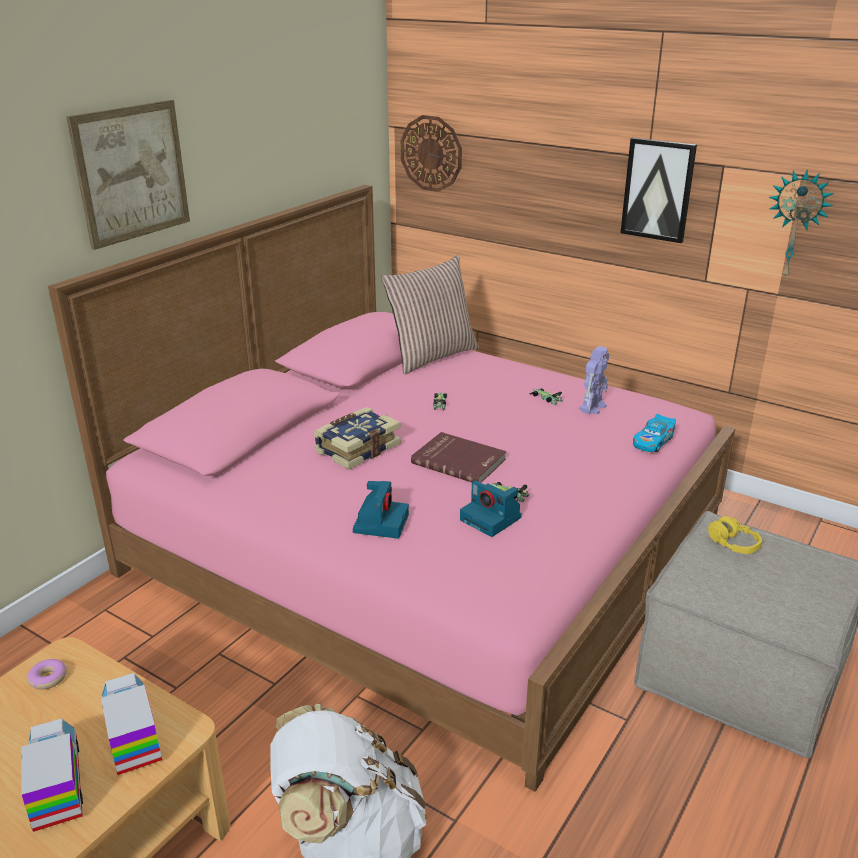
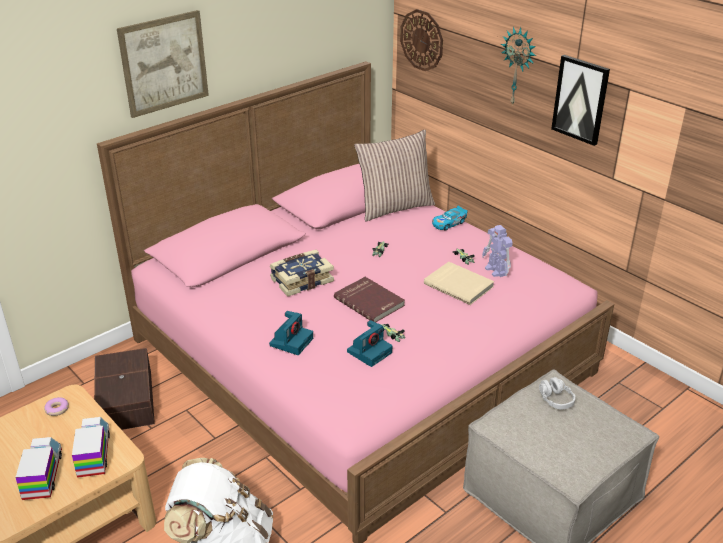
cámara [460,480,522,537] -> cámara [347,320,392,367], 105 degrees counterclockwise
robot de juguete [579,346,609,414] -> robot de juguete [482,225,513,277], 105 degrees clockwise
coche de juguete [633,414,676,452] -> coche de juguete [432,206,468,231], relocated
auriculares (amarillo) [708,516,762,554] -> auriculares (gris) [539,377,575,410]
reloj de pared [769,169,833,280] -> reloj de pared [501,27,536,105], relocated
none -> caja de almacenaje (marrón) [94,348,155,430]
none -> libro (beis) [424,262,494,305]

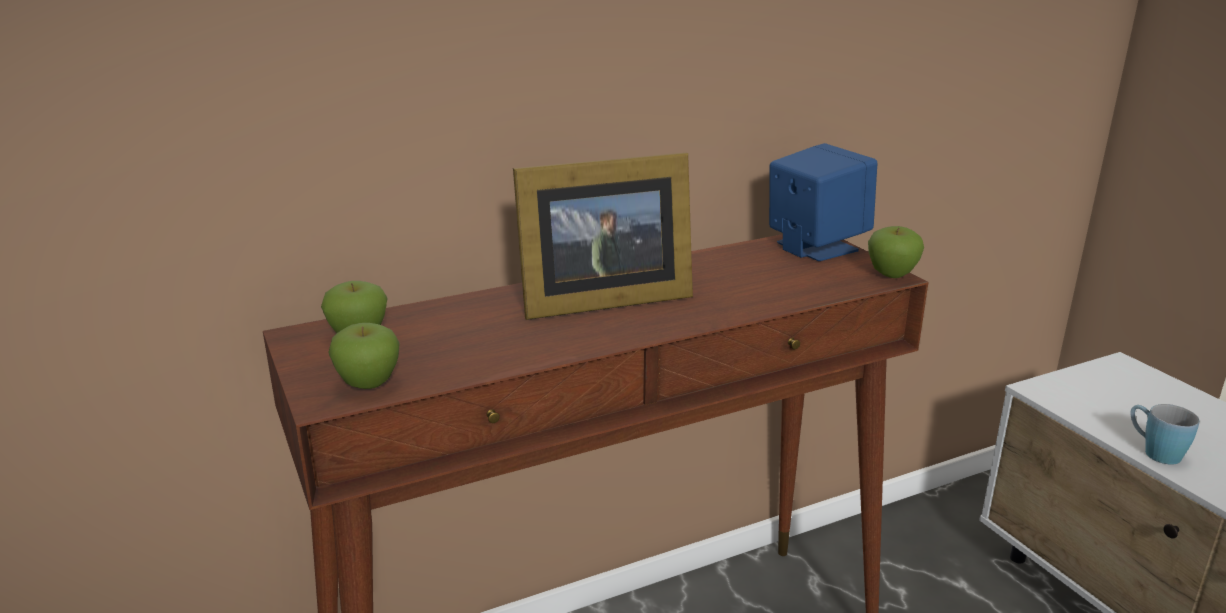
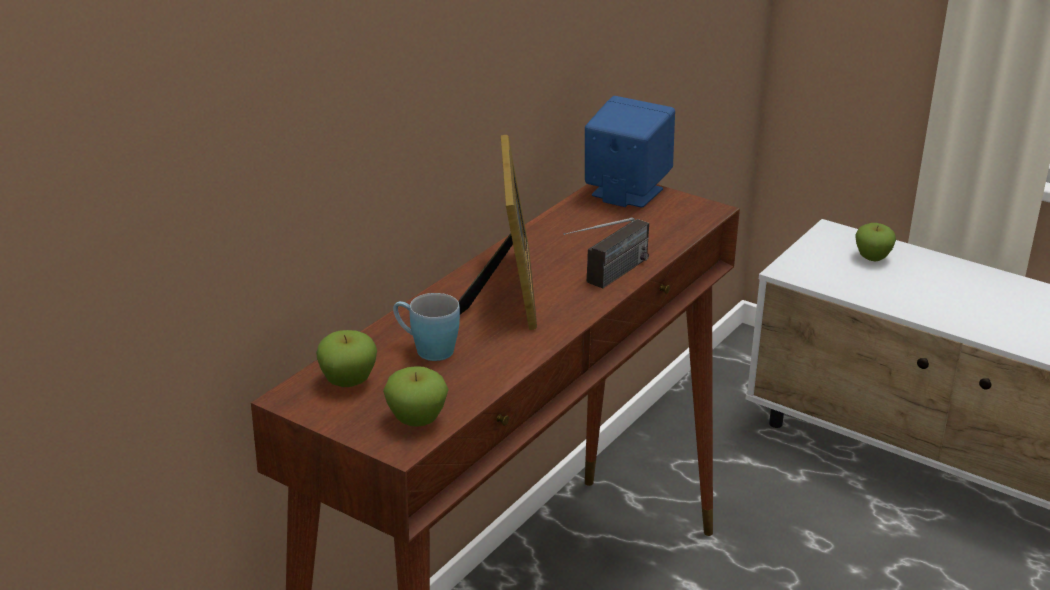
portarretratos [513,153,693,320] -> portarretratos [459,135,537,330], 45 degrees counterclockwise
manzana [868,226,924,278] -> manzana [855,223,896,262], relocated
taza grande (azul) [1130,404,1199,465] -> taza grande (azul) [393,293,460,361], relocated
none -> radio [564,218,649,288]

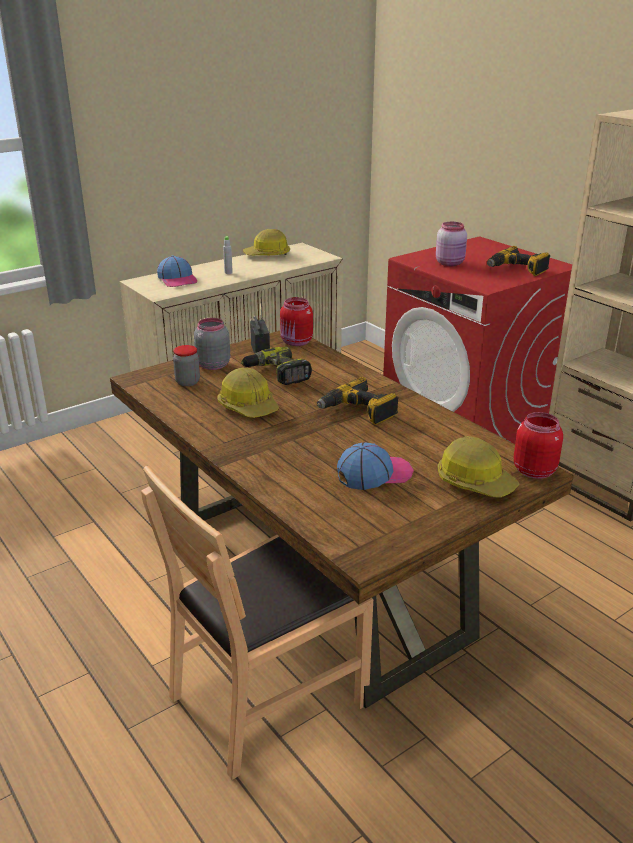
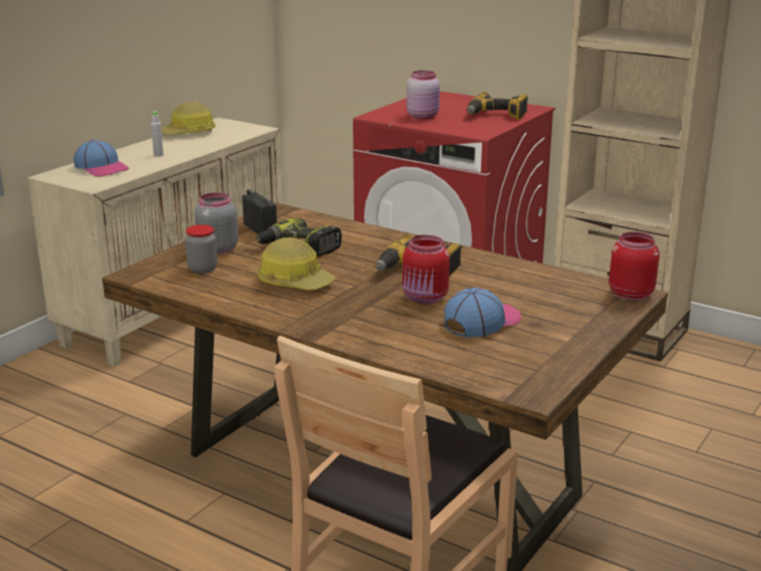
tarro (rojo) [280,297,313,346] -> tarro (rojo) [402,235,450,304], relocated
casco [437,436,519,498] -> none

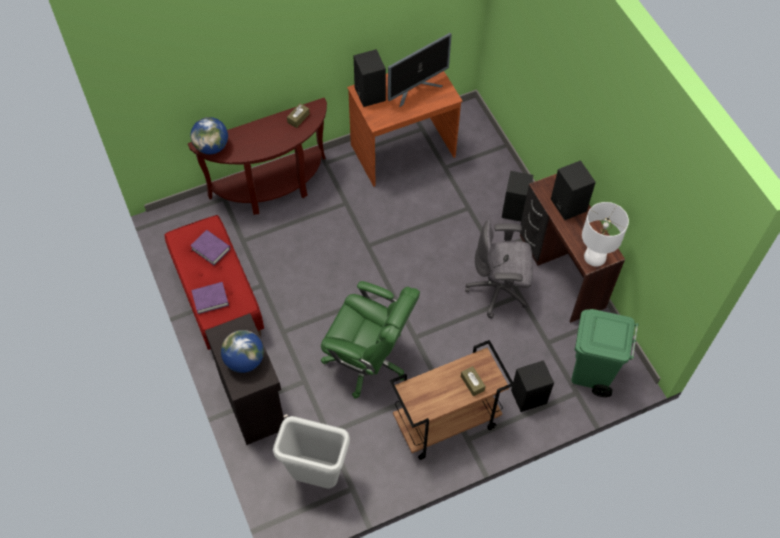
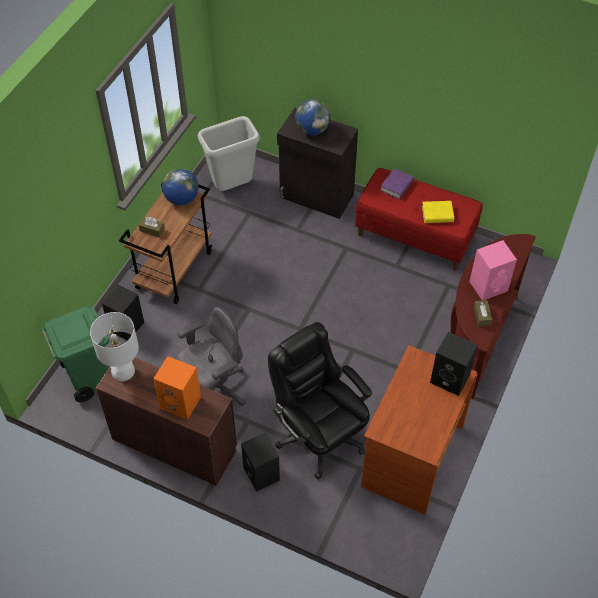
libro (morado) [190,230,230,265] -> libro (amarillo) [422,201,454,223]
globo terráqueo [191,117,228,154] -> globo terráqueo [162,169,199,205], relocated
silla de oficina (verde) [321,281,420,399] -> none
monitor [388,33,452,107] -> none
altavoz (negro) [551,160,596,220] -> altavoz (naranja) [153,356,201,419]
none -> silla de oficina (negro) [268,322,372,479]
none -> altavoz (rosa) [469,240,517,301]

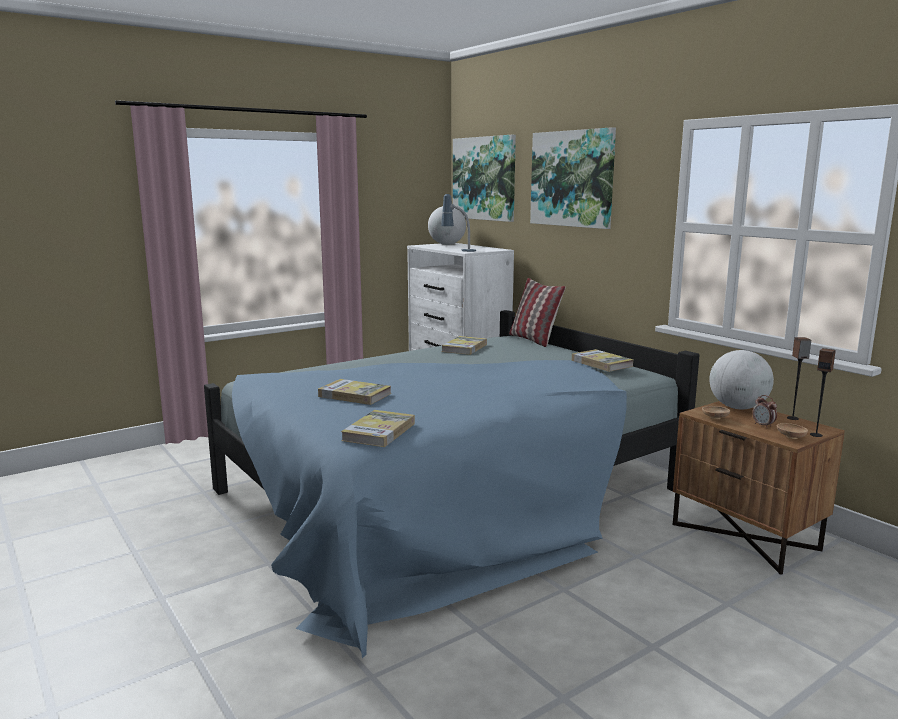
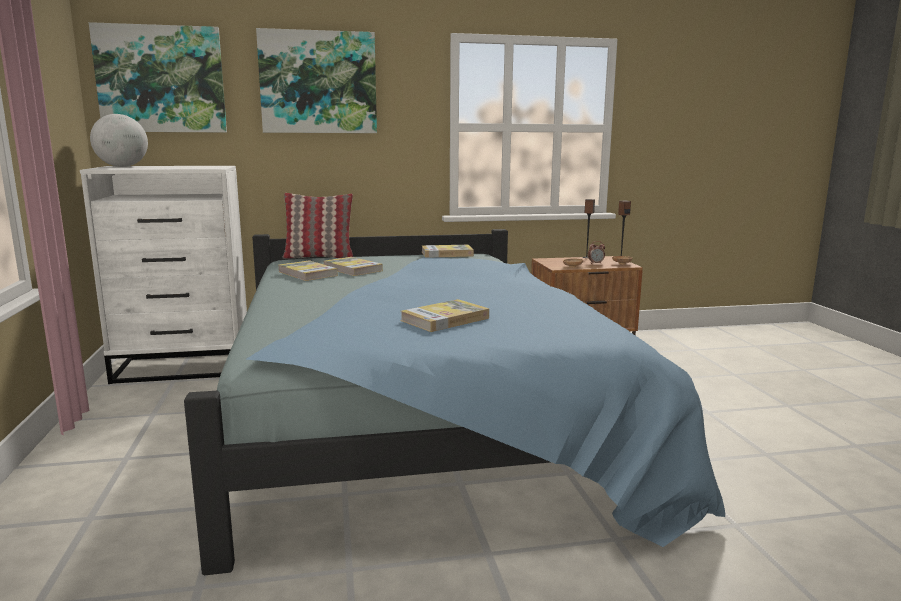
libro [341,410,415,447] -> libro [324,257,383,276], relocated
lámpara de mesa [441,194,476,252] -> none
globo terráqueo [709,350,774,409] -> none

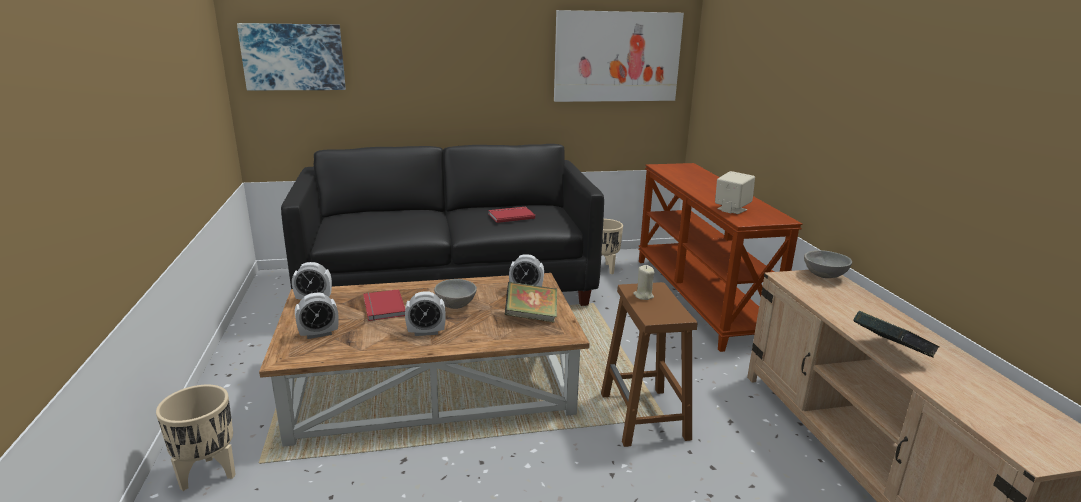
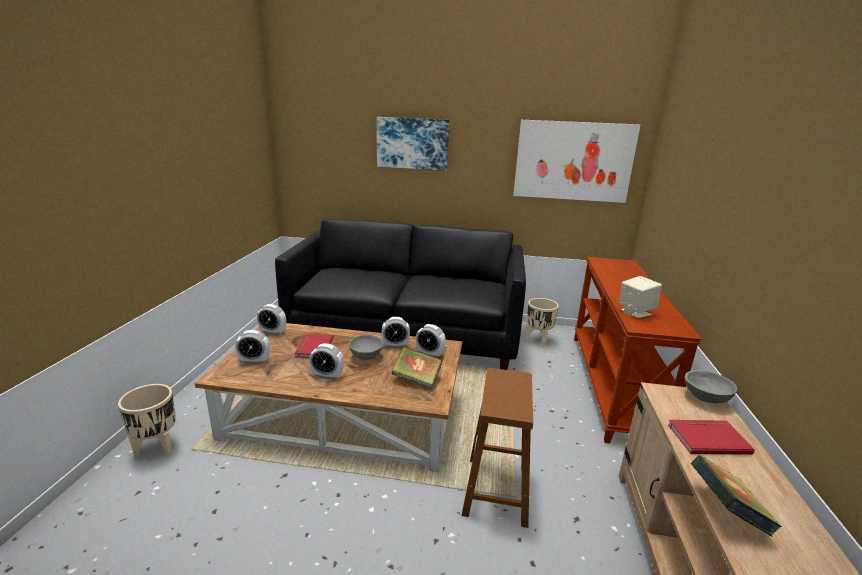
cuadro [237,23,346,90] -> cuadro [377,117,449,171], relocated
libro (rojo) [488,207,535,223] -> libro (rojo) [668,420,754,455], relocated
vela (beis) [633,265,655,300] -> none
none -> despertador [381,317,410,348]

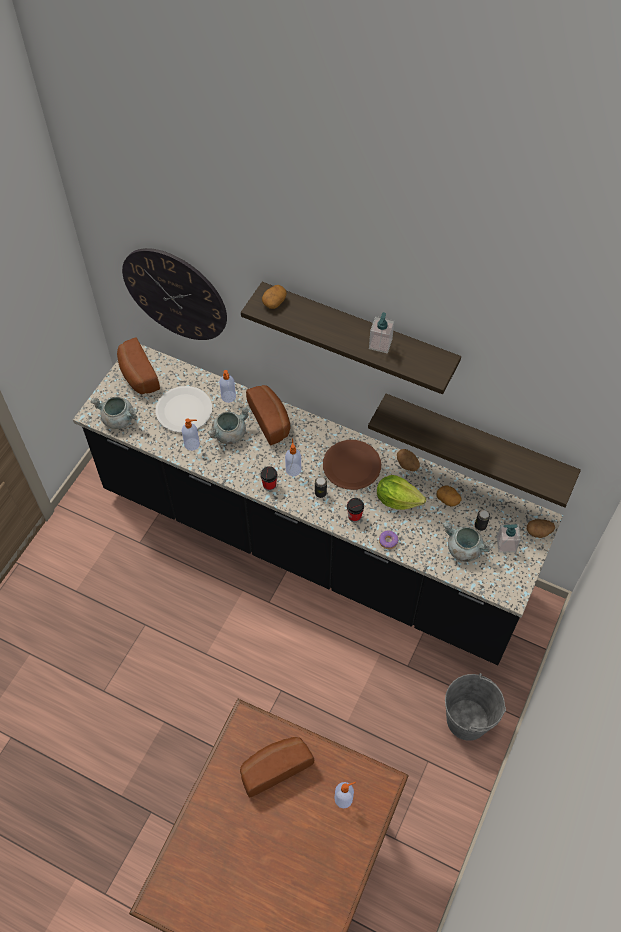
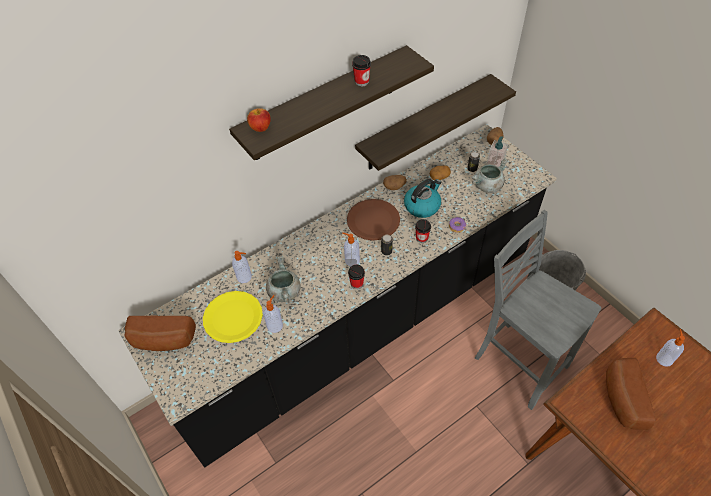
olla (gris) [91,397,138,429] -> none
reloj de pared [122,248,227,340] -> none
plato (blanco) [155,386,212,433] -> plato (amarillo) [203,291,263,343]
pan [246,385,290,445] -> none
patata [262,285,287,309] -> manzana [247,108,271,132]
dispensador de jabón [369,312,394,353] -> taza [352,55,371,86]
lechuga [377,475,426,510] -> hervidor [404,179,441,218]
none -> silla (gris) [475,210,601,410]

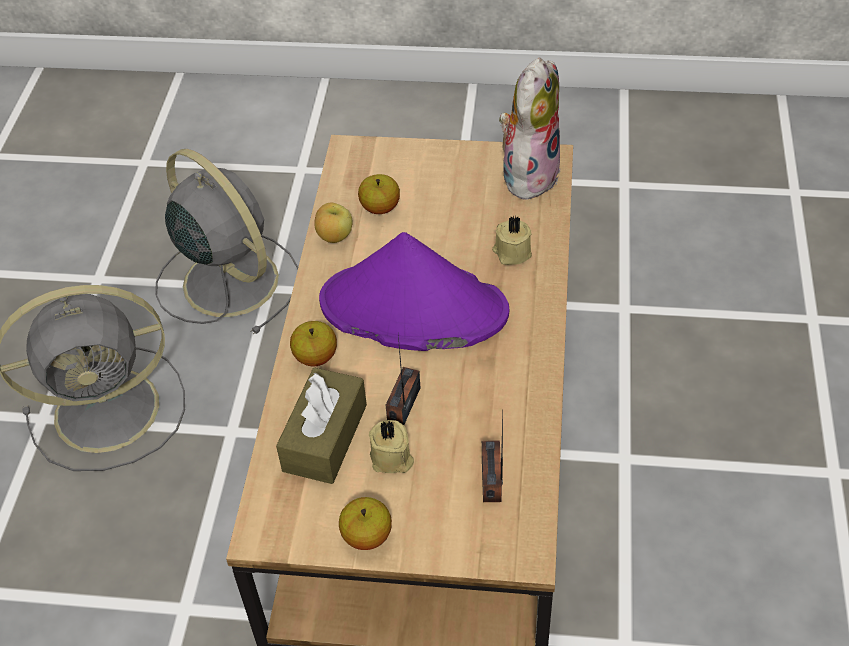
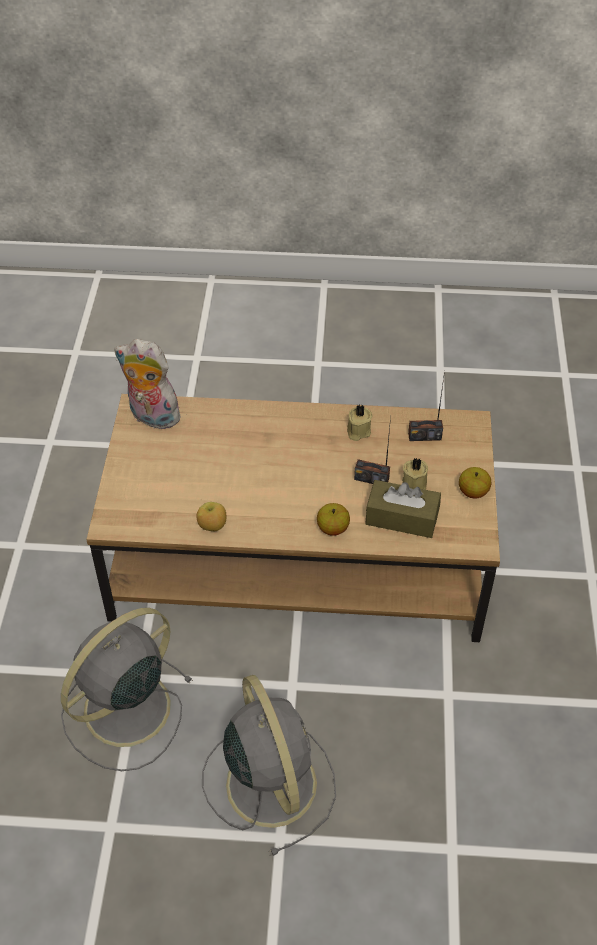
sombrero (morado) [319,232,509,351] -> none
manzana [358,174,400,214] -> none
vela (beis) [492,216,532,265] -> vela (beis) [347,404,372,441], relocated

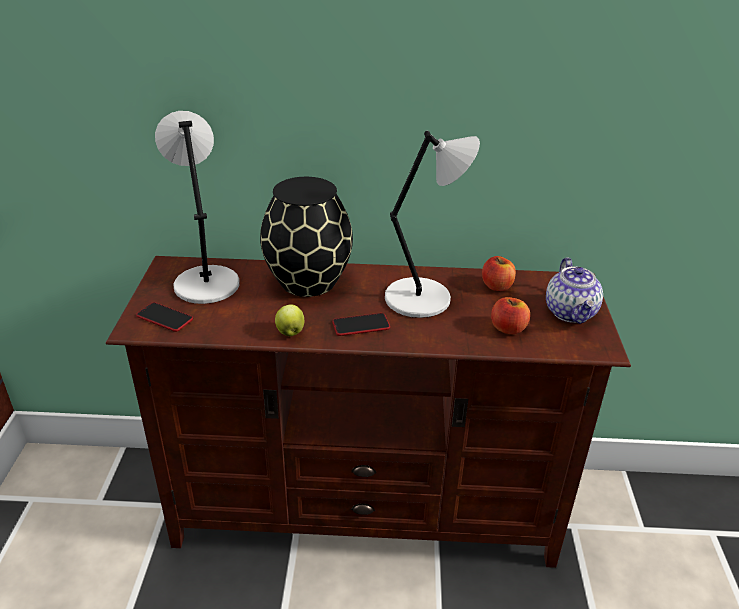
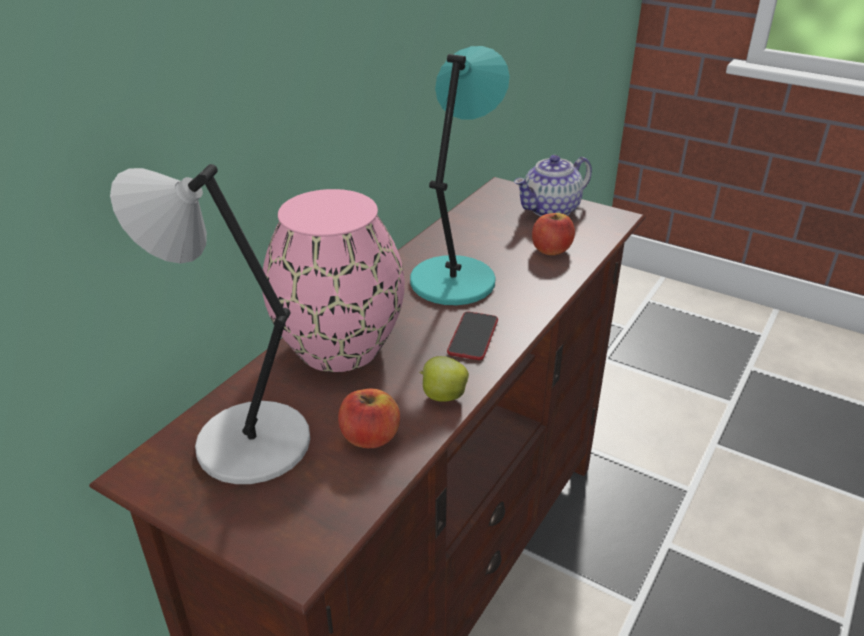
móvil [136,302,193,332] -> none
florero (negro) [260,177,353,297] -> florero (rosa) [262,189,405,372]
lámpara de mesa (gris) [385,131,480,318] -> lámpara de mesa (turquesa) [410,46,510,305]
manzana [482,256,516,291] -> manzana [338,389,400,448], relocated
tetera [546,258,603,324] -> tetera [514,155,592,217], 120 degrees clockwise

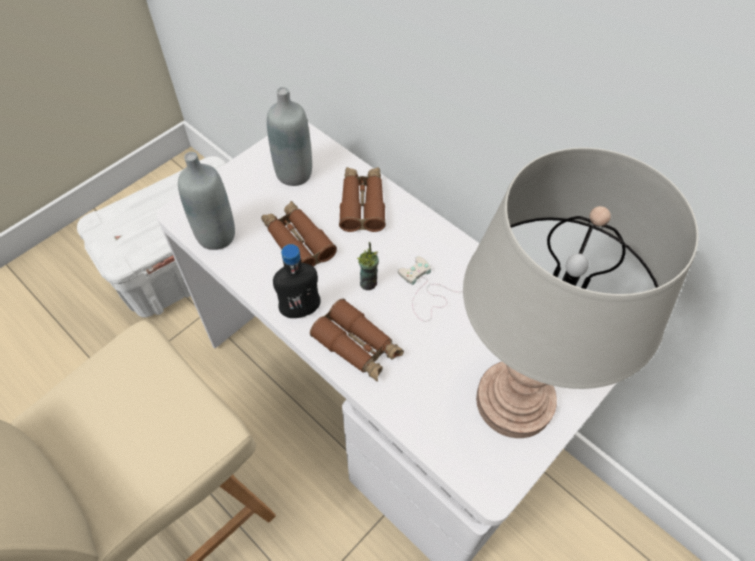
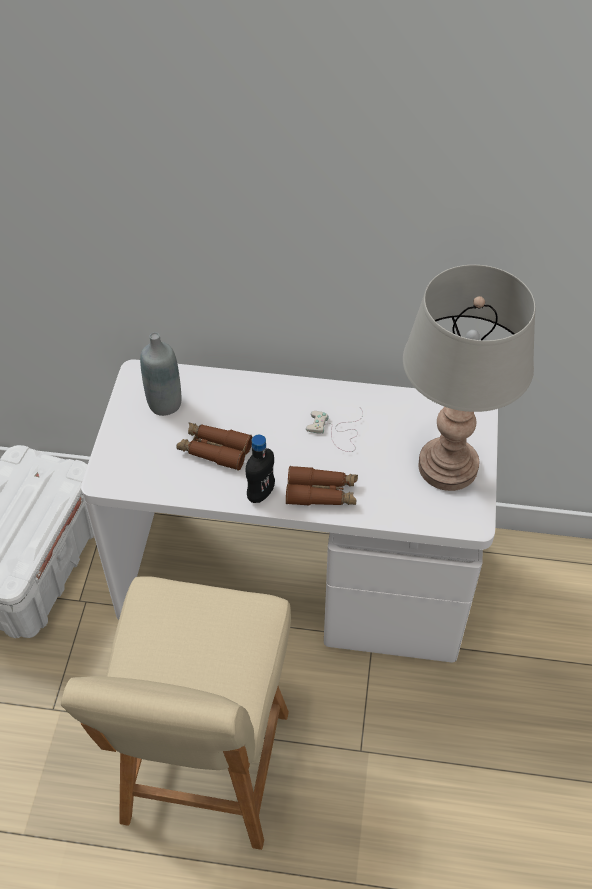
botella (gris) [178,152,235,250] -> none
prismáticos (marrón) [339,167,386,232] -> none
taza [357,242,379,290] -> none

